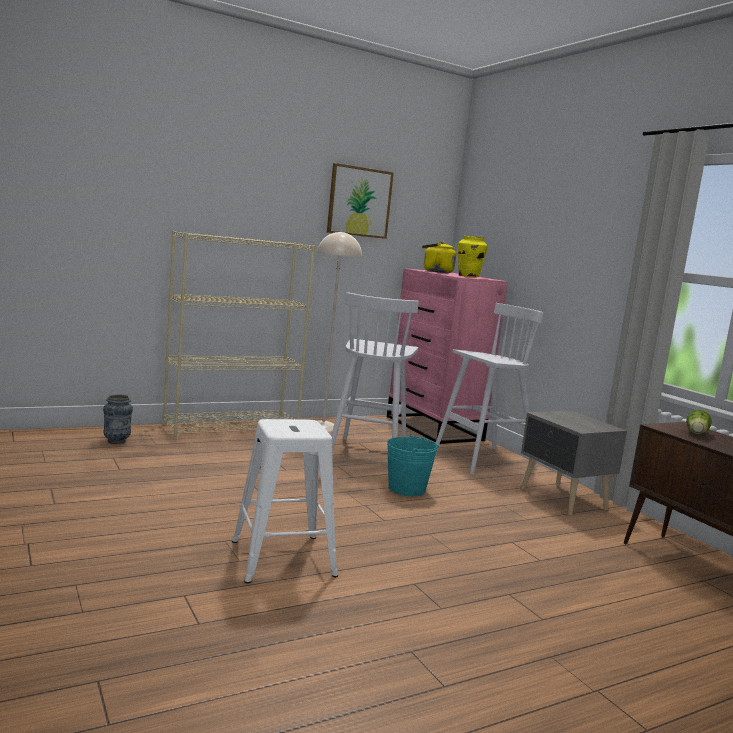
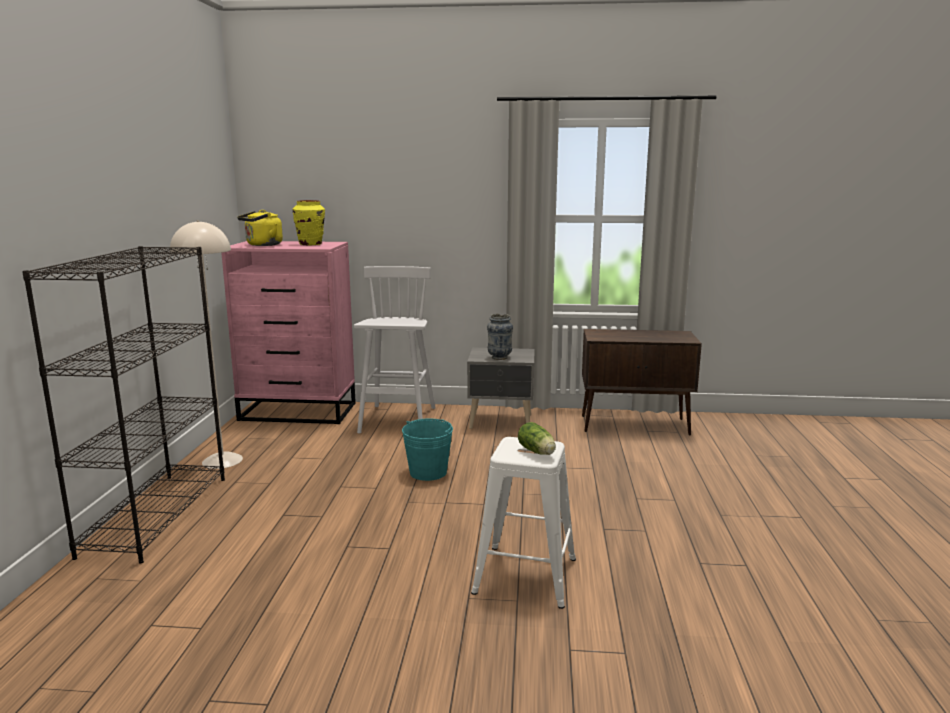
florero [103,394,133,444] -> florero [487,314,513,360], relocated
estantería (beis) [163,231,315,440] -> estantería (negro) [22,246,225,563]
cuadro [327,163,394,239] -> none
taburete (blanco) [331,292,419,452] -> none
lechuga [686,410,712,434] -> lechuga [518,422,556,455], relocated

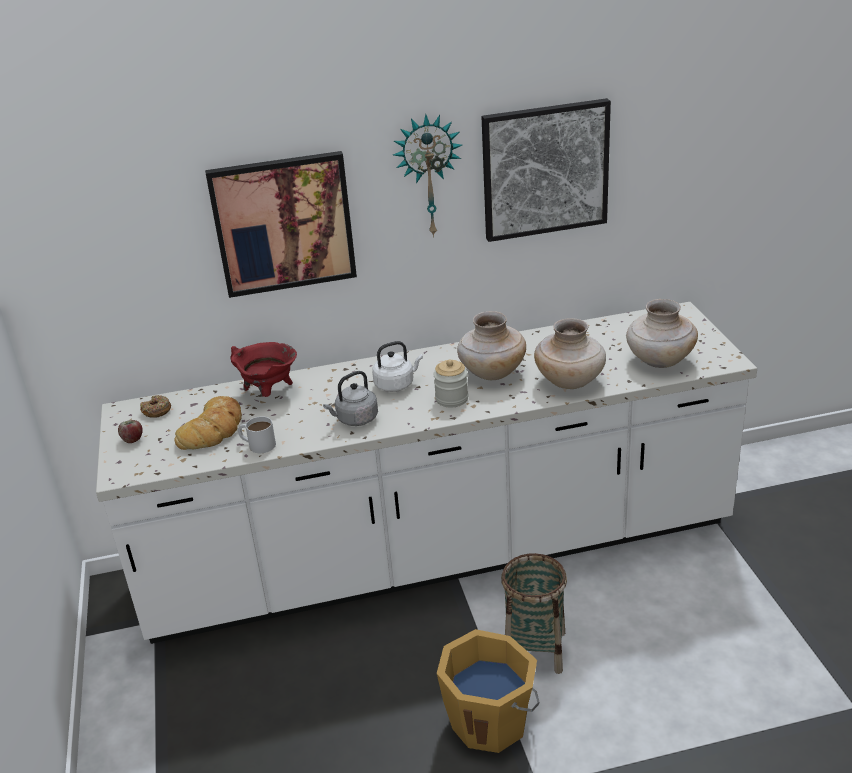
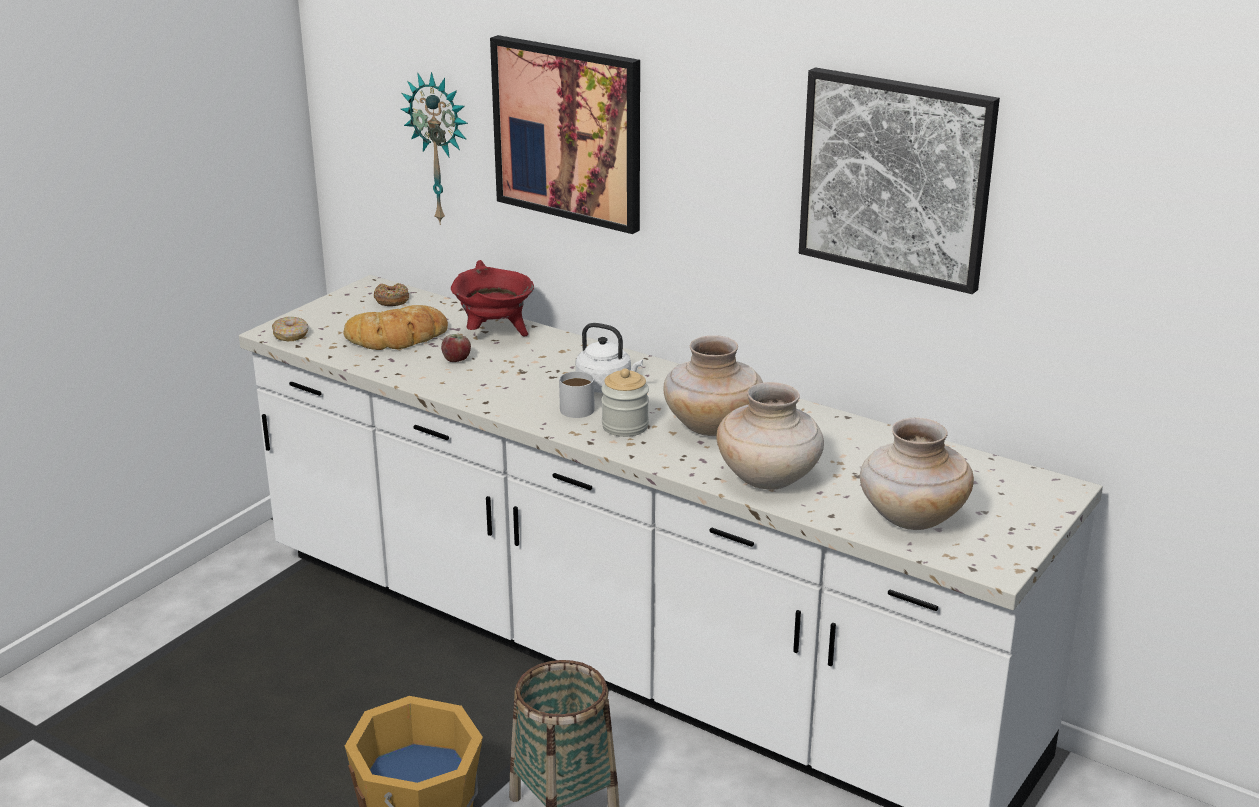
manzana [118,420,143,443] -> manzana [441,334,471,362], relocated
taza grande (blanco) [238,416,276,453] -> taza grande (blanco) [559,371,594,418], relocated
hervidor (gris) [323,371,378,426] -> none
reloj de pared [393,114,462,238] -> reloj de pared [401,72,468,225], relocated
none -> rosquilla [272,317,308,341]

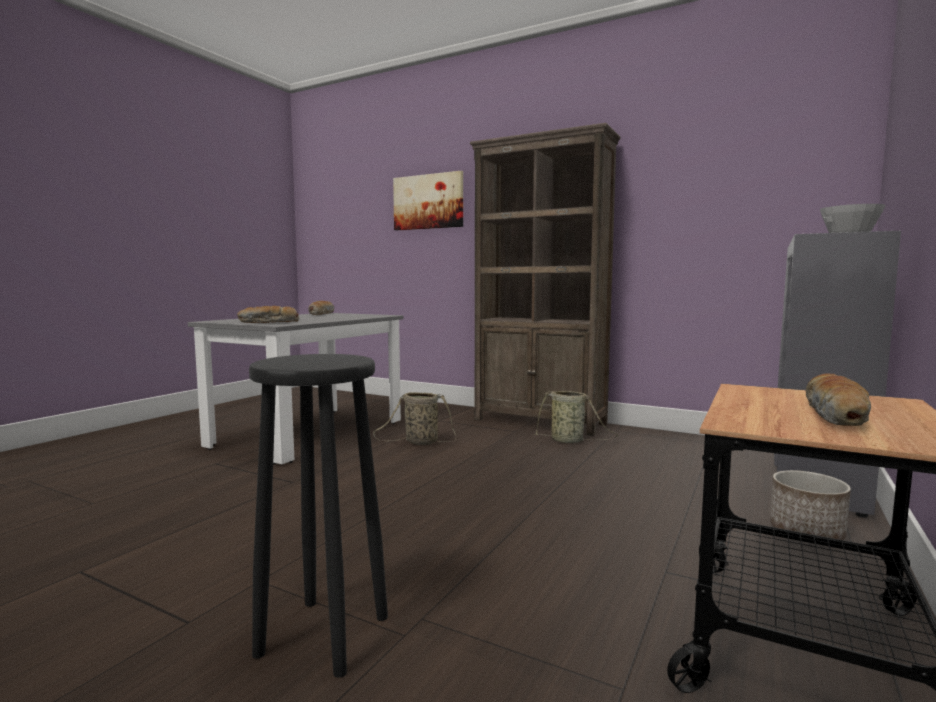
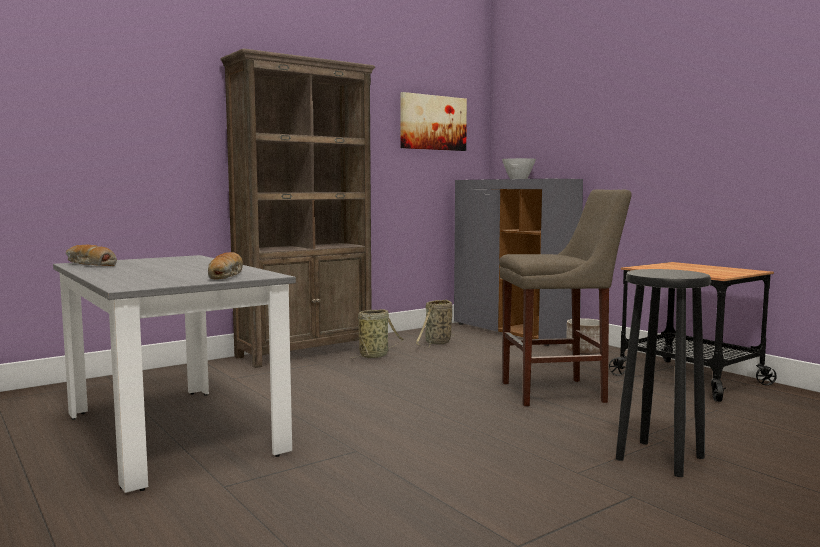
cesta [373,392,456,445] -> cesta [416,300,454,348], relocated
cuadro [393,171,463,230] -> cuadro [400,92,467,151], relocated
pan [806,374,871,426] -> none
none -> taburete (beis) [499,190,632,406]

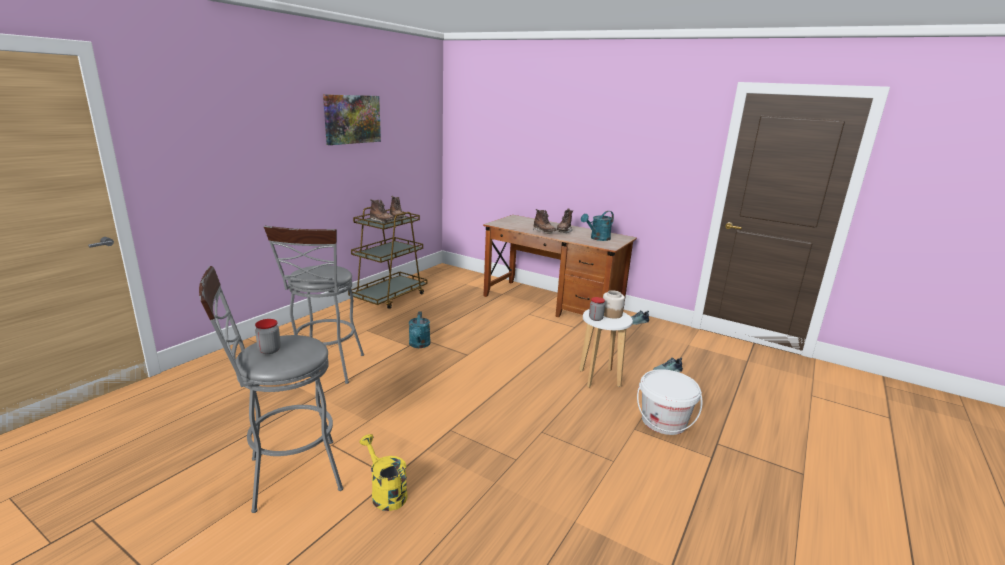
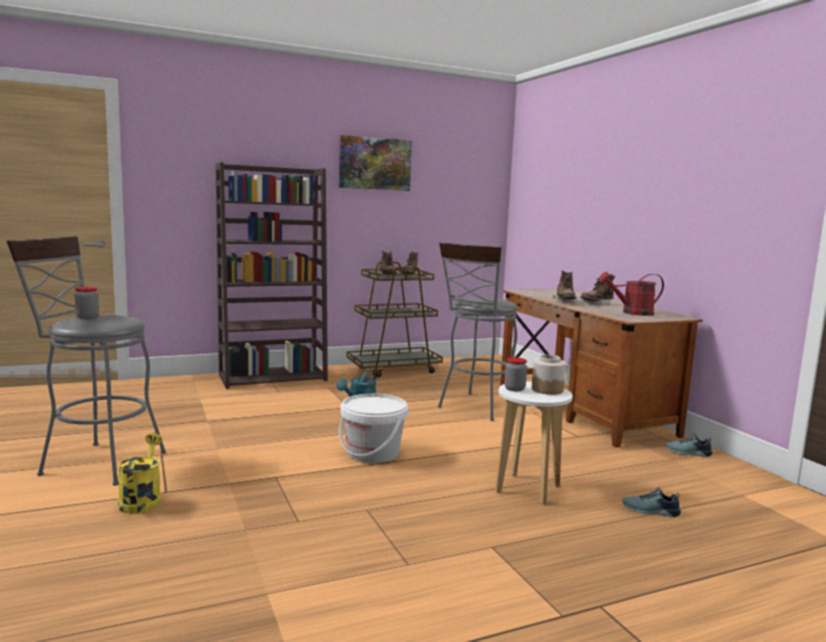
taburete (gris) [264,226,364,384] -> taburete (gris) [438,242,518,421], relocated
regadera (turquesa) [581,211,614,241] -> regadera (rojo) [599,272,664,316]
cubo (blanco) [637,369,702,435] -> cubo (blanco) [339,394,408,463], relocated
none -> estantería (marrón) [215,162,328,389]

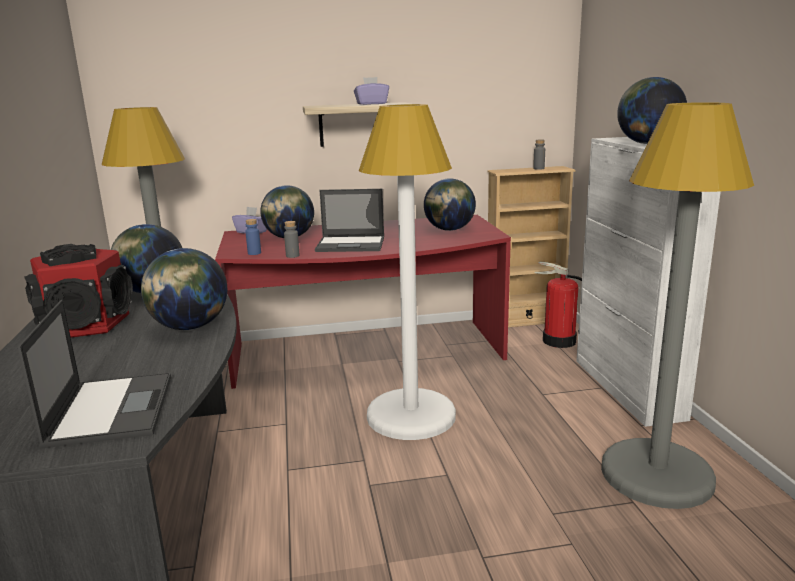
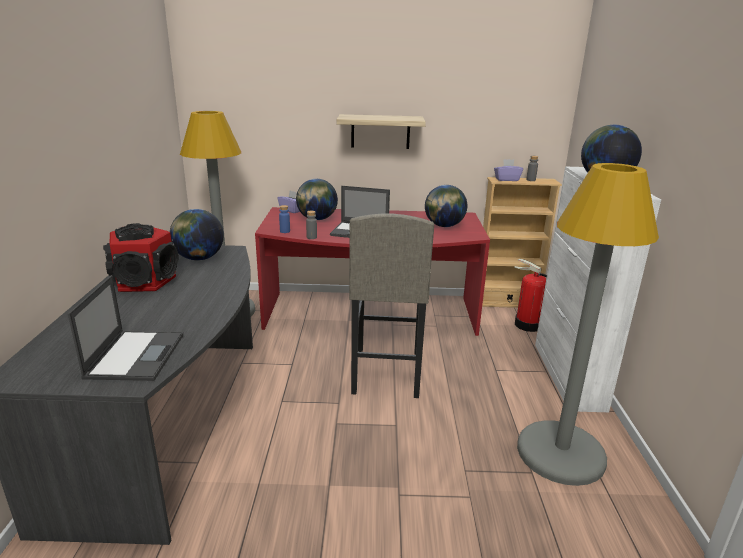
globo terráqueo [141,248,227,330] -> none
caja de pañuelos (morado) [354,77,389,105] -> caja de pañuelos (morado) [494,159,523,181], relocated
lámpara de pie (blanco) [359,104,456,440] -> taburete (gris) [349,214,434,398]

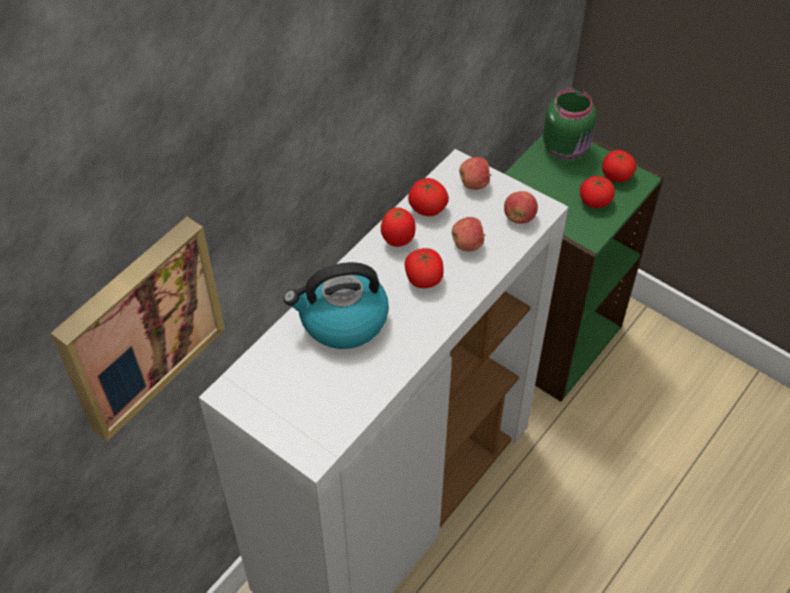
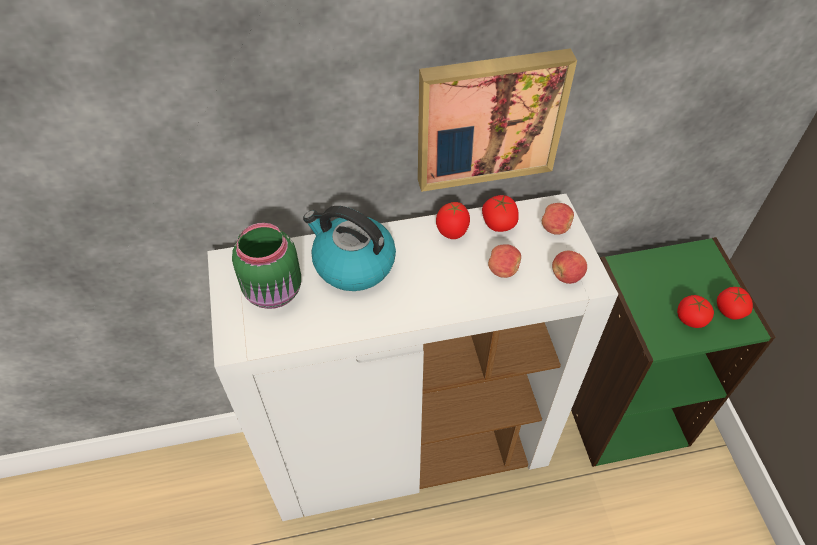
cuadro [51,217,225,441] -> cuadro [418,48,577,192], relocated
tomate [405,248,444,288] -> none
tarro (verde) [543,88,597,160] -> tarro (verde) [232,223,301,309], relocated

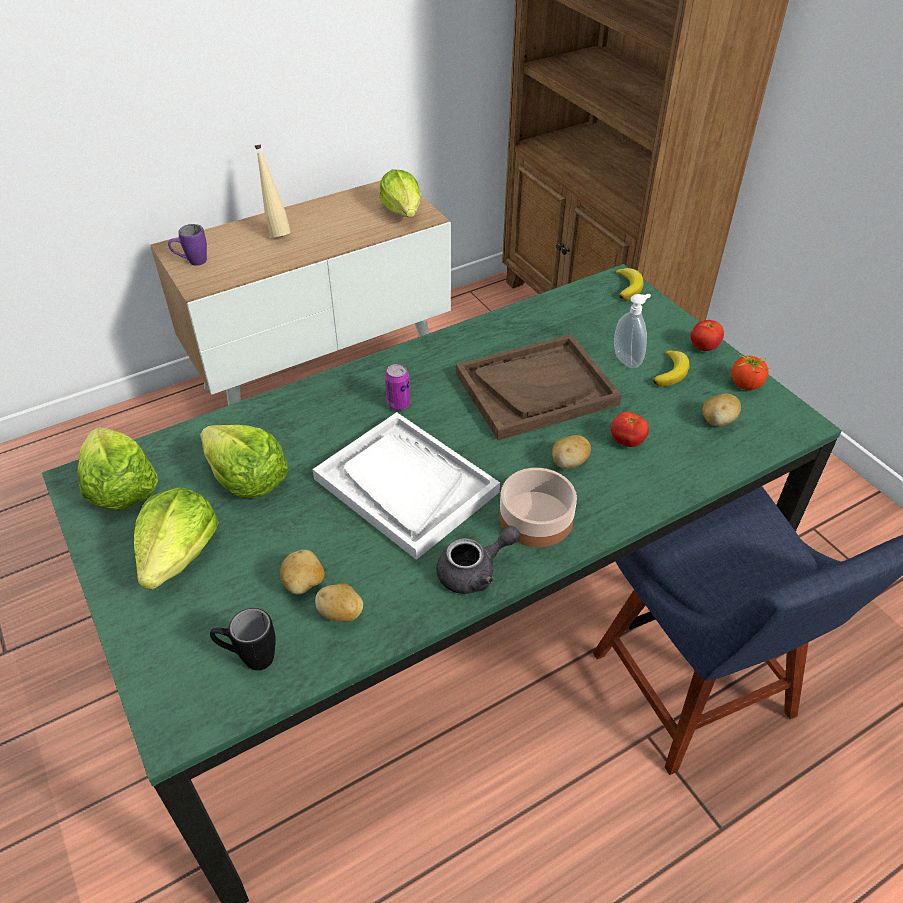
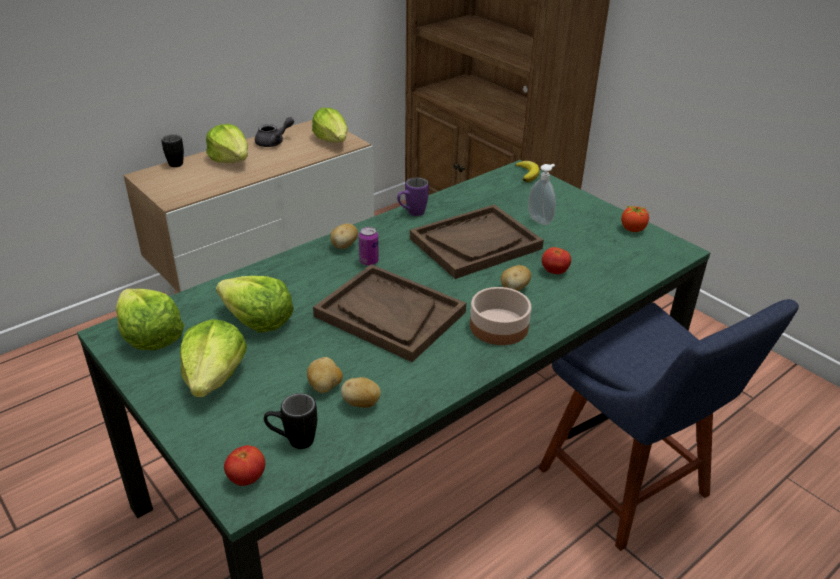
taza grande (morado) [168,224,207,266] -> taza grande (morado) [397,178,429,216], relocated
botella (beis) [255,145,291,237] -> lechuga [206,124,248,163]
bandeja (blanco) [312,412,500,560] -> bandeja (marrón) [313,264,466,362]
tetera (gris) [436,526,520,594] -> tetera (gris) [255,117,294,147], relocated
plátano [653,350,689,387] -> none
tomate [691,320,724,351] -> tomate [224,445,265,486], relocated
patata [703,394,741,427] -> patata [330,224,358,249], relocated
none -> taza grande (negro) [161,134,184,167]

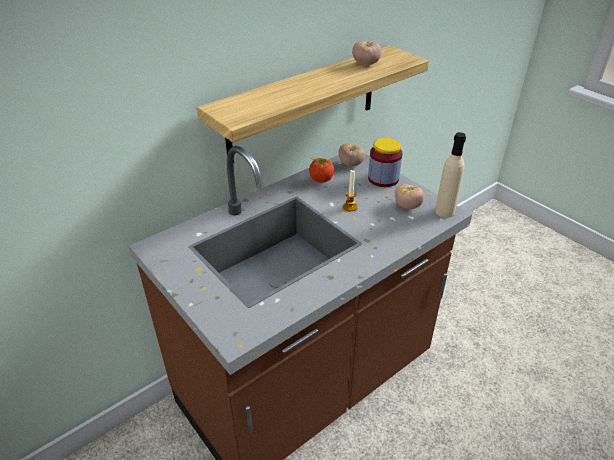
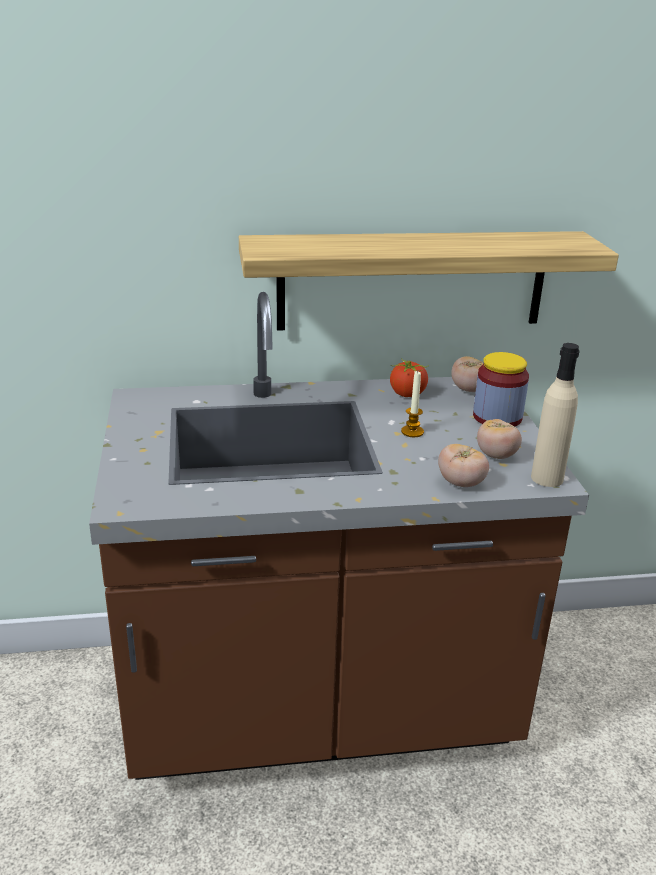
tomate [352,41,382,65] -> tomate [438,444,489,487], relocated

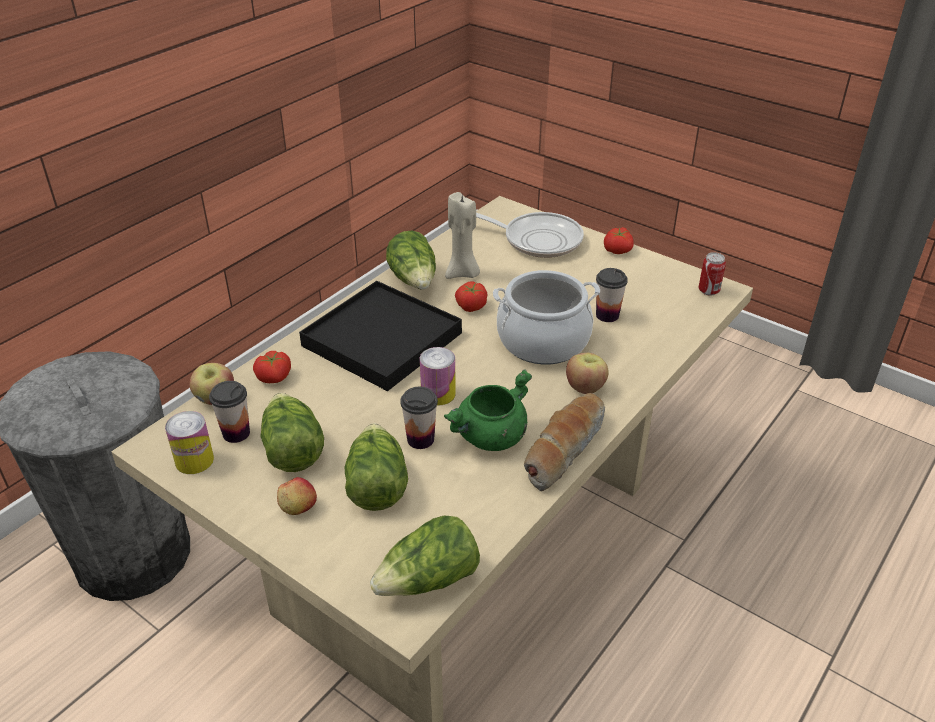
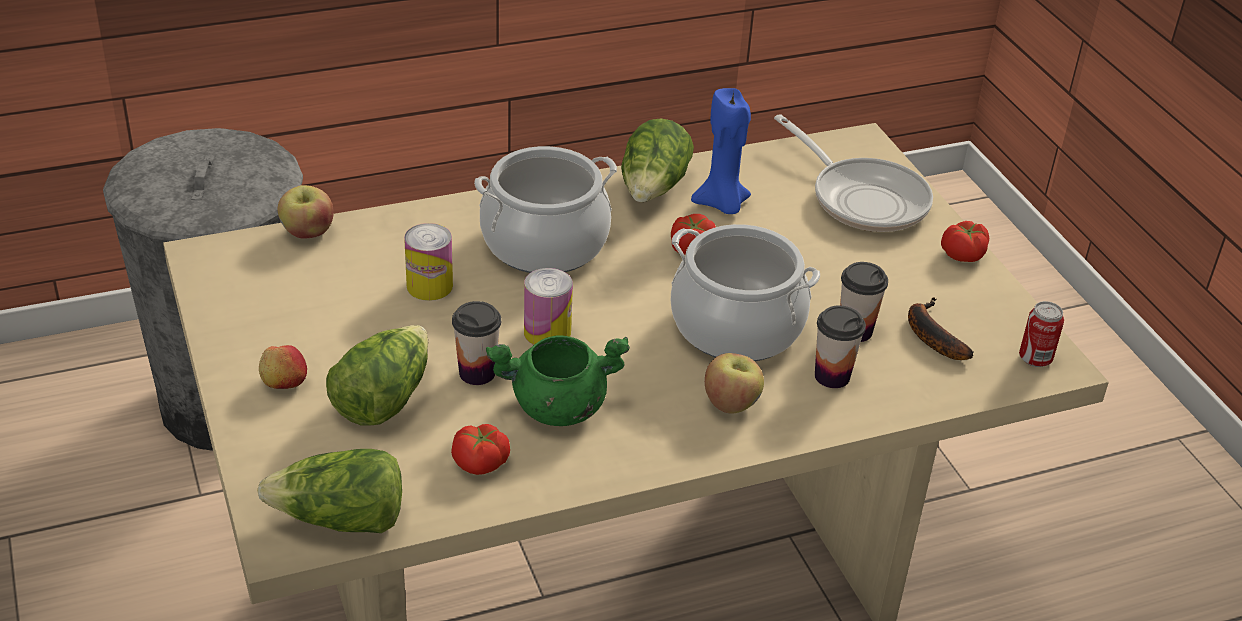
lata [165,411,214,474] -> lata [404,223,453,301], relocated
taza [209,381,250,443] -> taza [815,305,866,388], relocated
tomate [253,351,291,383] -> tomate [451,424,510,475], relocated
lechuga [260,393,324,472] -> none
bandeja (negro) [299,281,462,391] -> olla [474,146,617,273]
vela (beis) [445,192,480,279] -> vela (azul) [691,88,751,214]
pan [524,393,605,491] -> none
none -> plátano [908,297,974,360]

